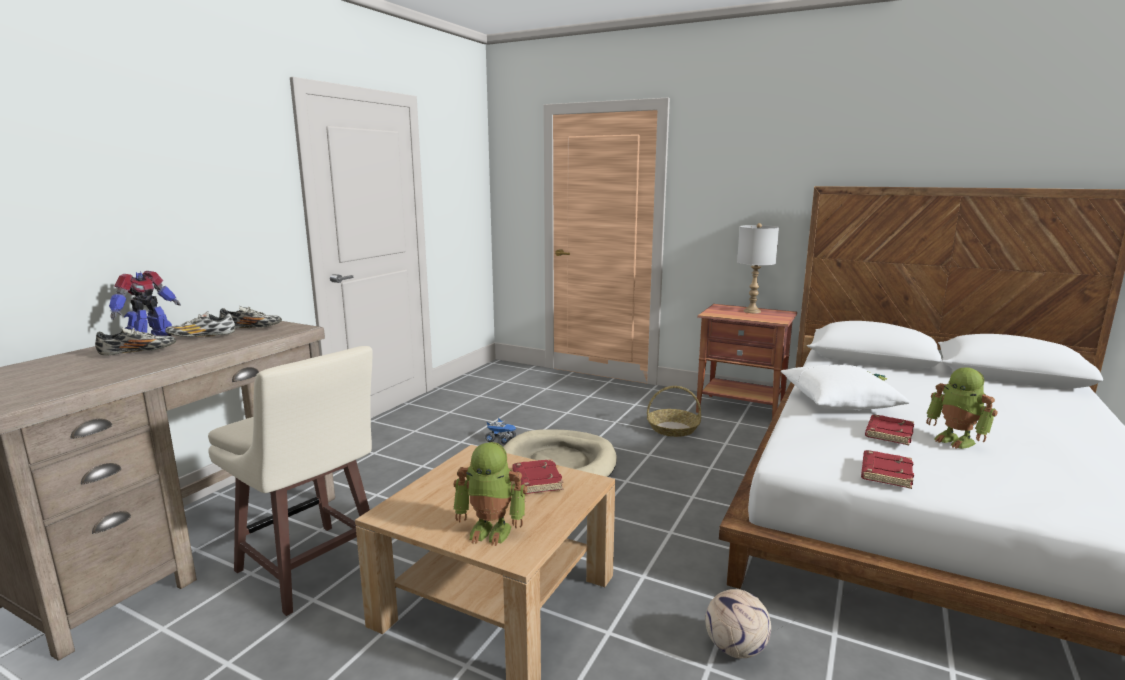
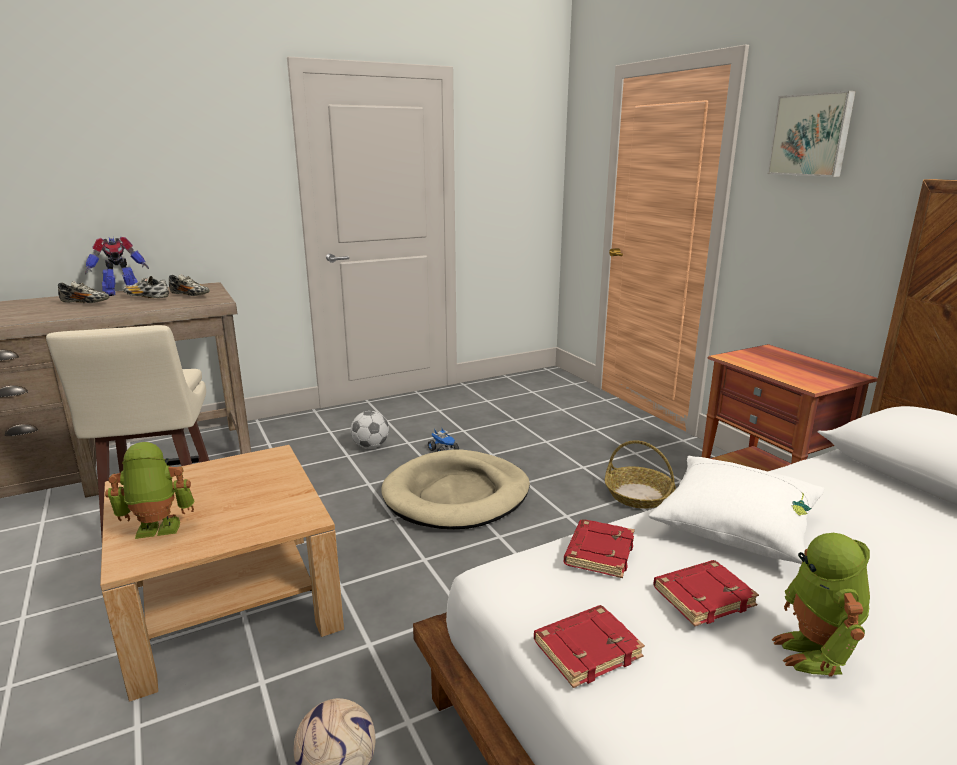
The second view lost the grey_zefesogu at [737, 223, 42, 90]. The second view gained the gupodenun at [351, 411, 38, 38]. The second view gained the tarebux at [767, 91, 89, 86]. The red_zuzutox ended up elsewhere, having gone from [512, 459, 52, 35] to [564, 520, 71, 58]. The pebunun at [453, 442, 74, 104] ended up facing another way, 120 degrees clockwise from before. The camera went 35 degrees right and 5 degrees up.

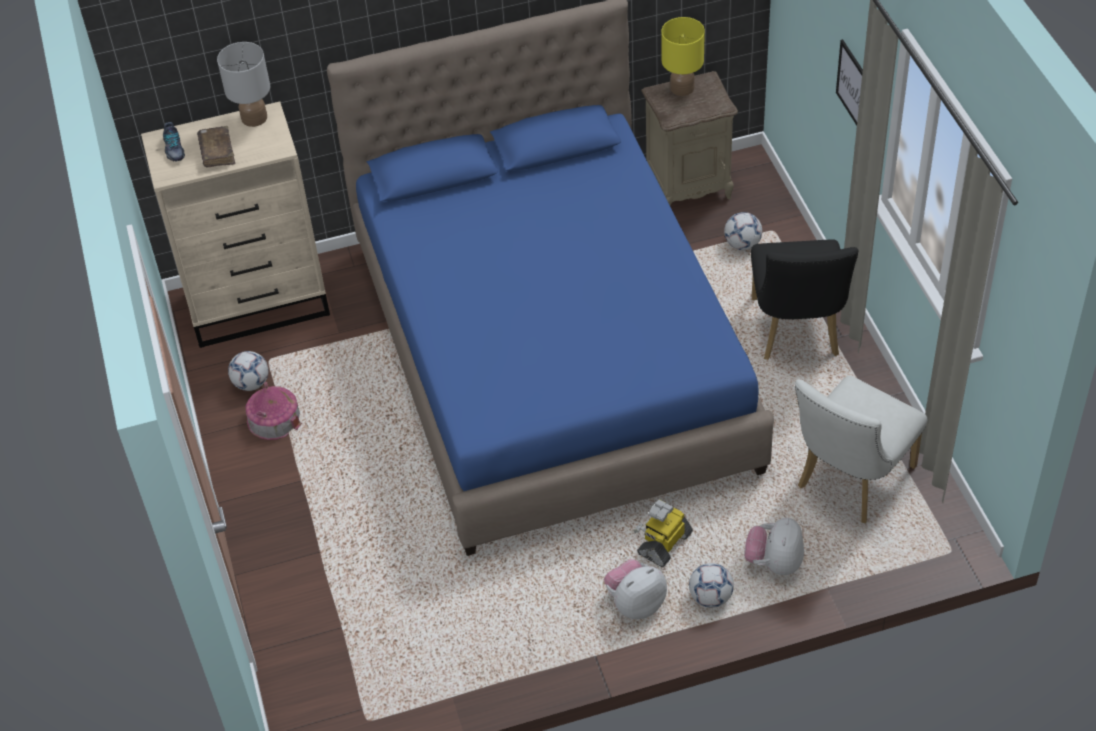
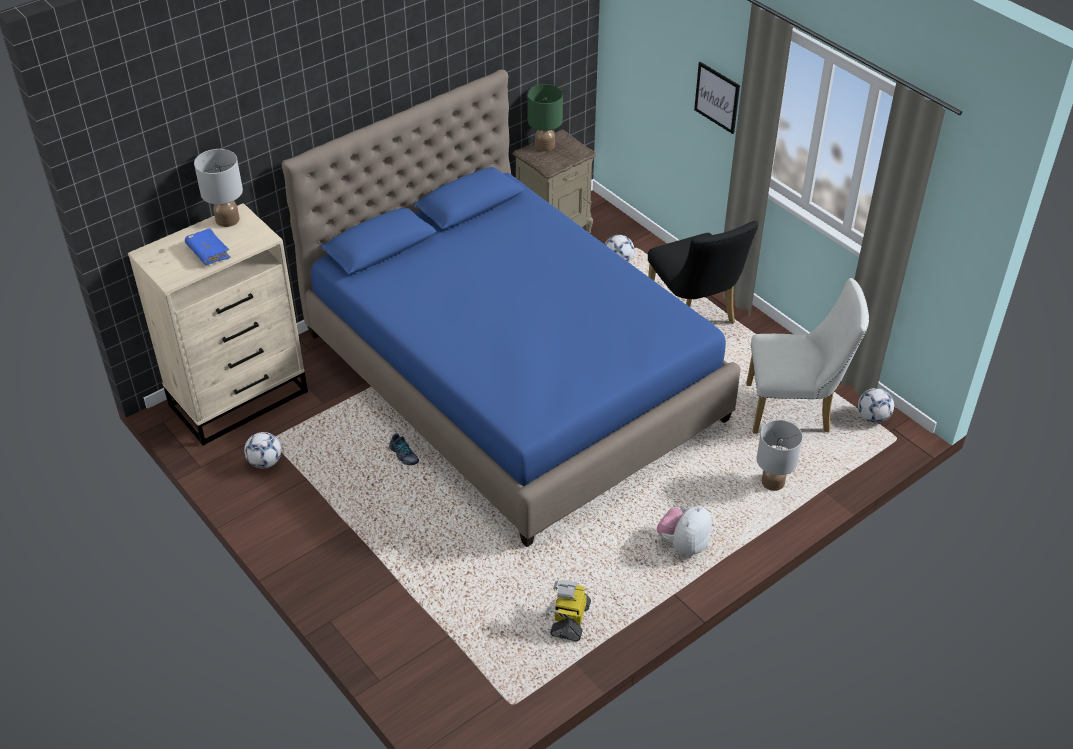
The second view lost the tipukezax at [246, 382, 57, 58]. The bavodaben ended up elsewhere, having gone from [163, 122, 22, 40] to [389, 433, 30, 32]. The pebunun ended up elsewhere, having gone from [634, 500, 59, 67] to [545, 580, 46, 61]. The gupodenun ended up elsewhere, having gone from [689, 563, 45, 45] to [858, 388, 36, 35]. Where the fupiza stood at [745, 518, 59, 57], the grey_zefesogu came to stand at [757, 420, 46, 71]. What was the brown_zuzutox at [197, 126, 38, 41] turned into the blue_zuzutox at [185, 229, 46, 36]. What was the yellow_zefesogu at [662, 17, 43, 79] turned into the green_zefesogu at [527, 84, 36, 67]. The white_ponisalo at [795, 376, 132, 147] ended up facing another way, 105 degrees counterclockwise from before. The camera went 25 degrees left and 5 degrees down.

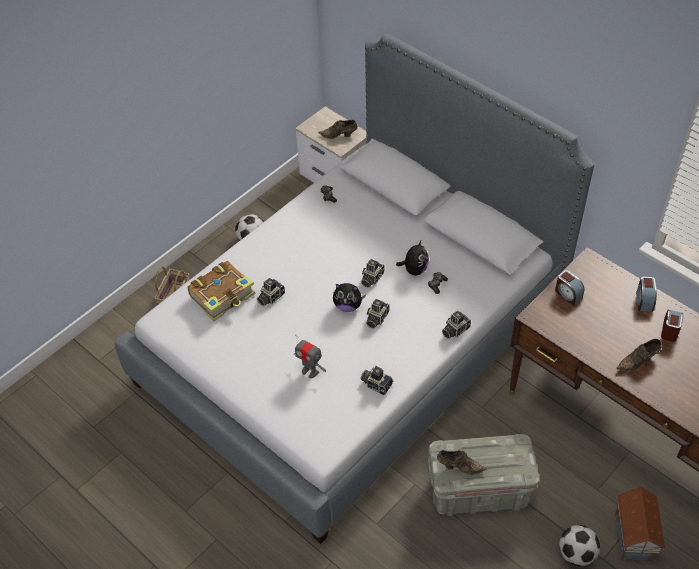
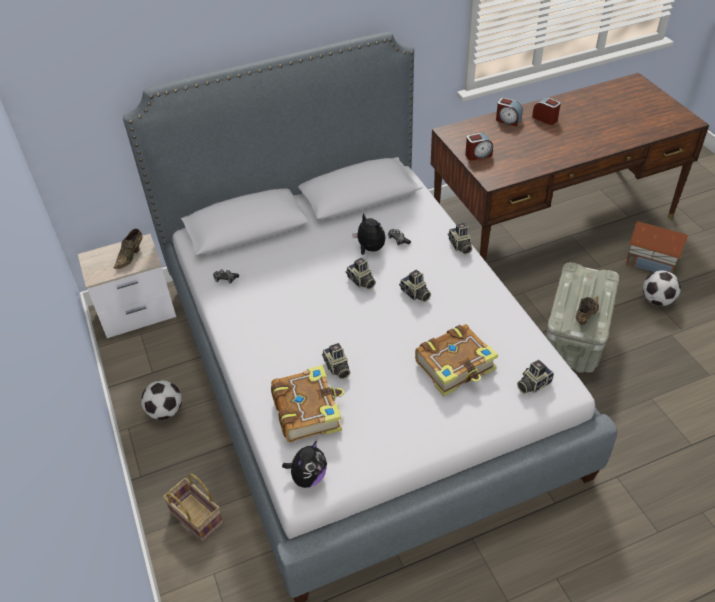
The second view lost the brown_bavodaben at [616, 339, 46, 33]. The fupiza ended up elsewhere, having gone from [333, 283, 33, 29] to [282, 441, 45, 47]. The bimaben ended up elsewhere, having gone from [361, 365, 33, 30] to [517, 360, 37, 34]. Where the pebunun stood at [294, 335, 32, 43], the zuzutox came to stand at [415, 324, 83, 73]. The camera went 65 degrees left and 5 degrees down.

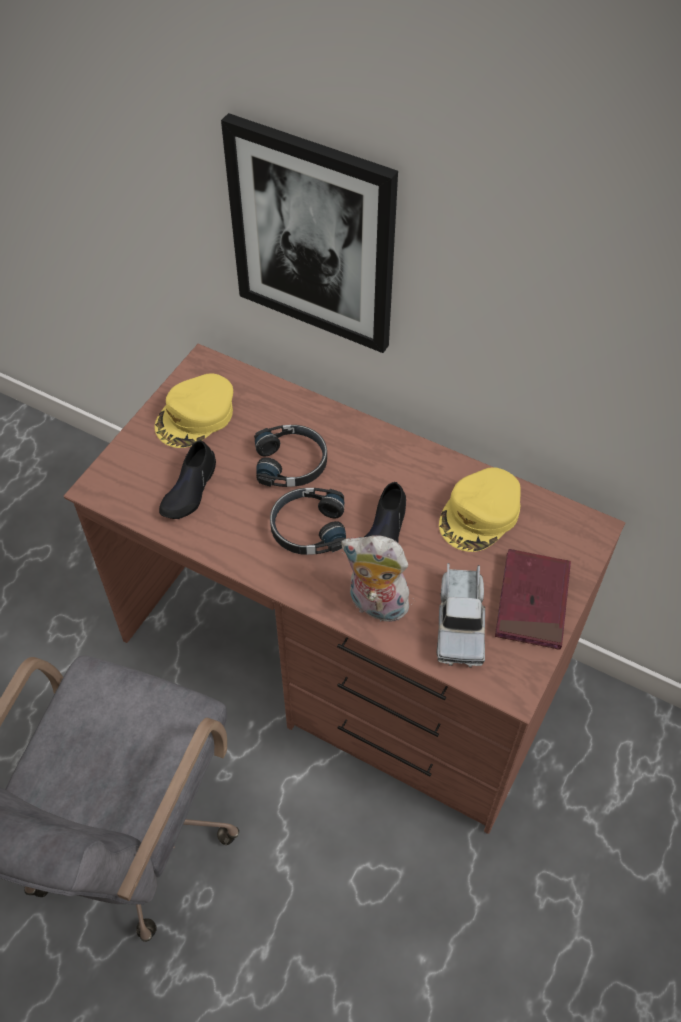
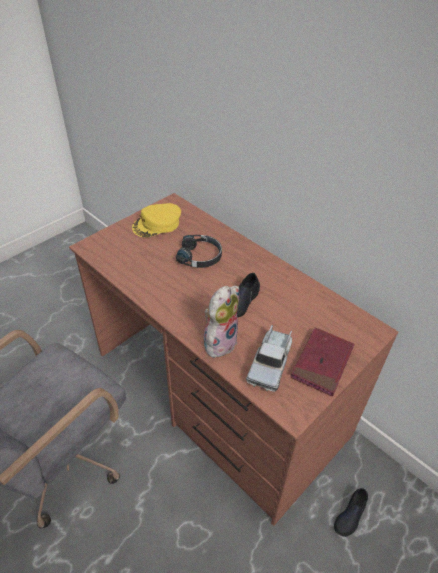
The second view lost the tarebux at [221, 113, 177, 240]. The second view lost the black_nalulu at [270, 488, 76, 67]. The second view lost the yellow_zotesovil at [439, 467, 82, 85]. The black_bavodaben ended up elsewhere, having gone from [159, 440, 57, 79] to [334, 488, 34, 49]. The fupiza at [341, 535, 71, 87] ended up facing another way, 90 degrees clockwise from before. The camera went 15 degrees right and 10 degrees down.

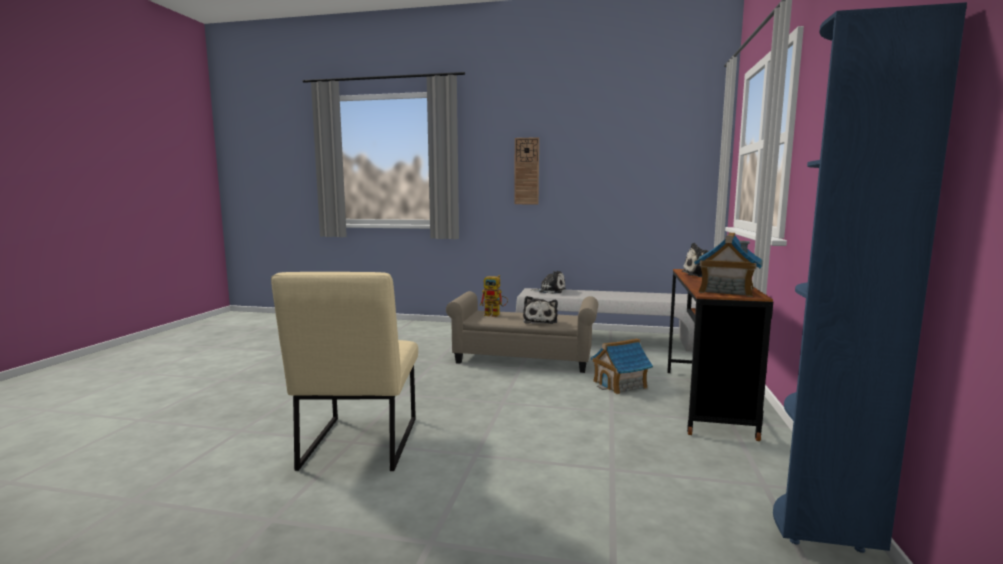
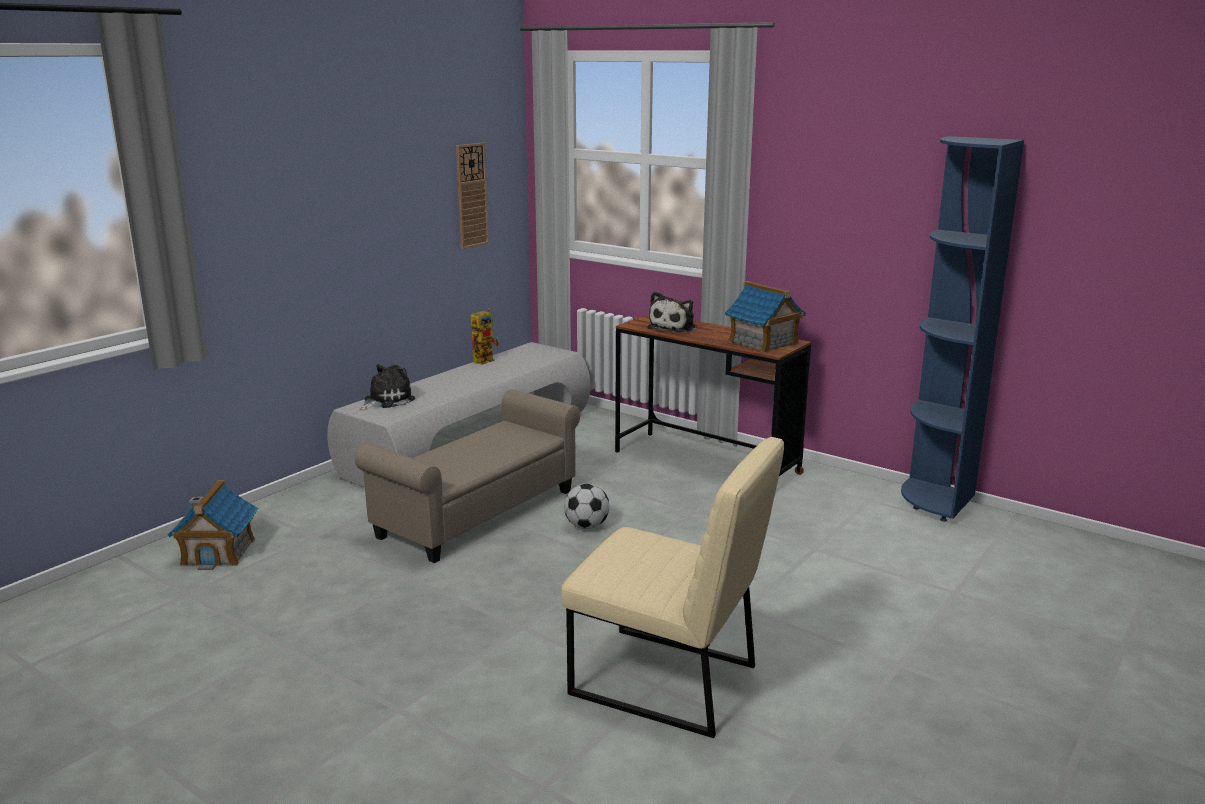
The second view lost the fupiza at [523, 296, 35, 28]. The second view gained the gupodenun at [564, 483, 45, 46]. The pebunun ended up elsewhere, having gone from [480, 275, 28, 42] to [471, 308, 29, 57]. The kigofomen ended up elsewhere, having gone from [514, 137, 25, 67] to [456, 143, 33, 106]. The tipukezax ended up elsewhere, having gone from [591, 338, 62, 56] to [167, 480, 91, 90]. The camera went 65 degrees left and 10 degrees up.

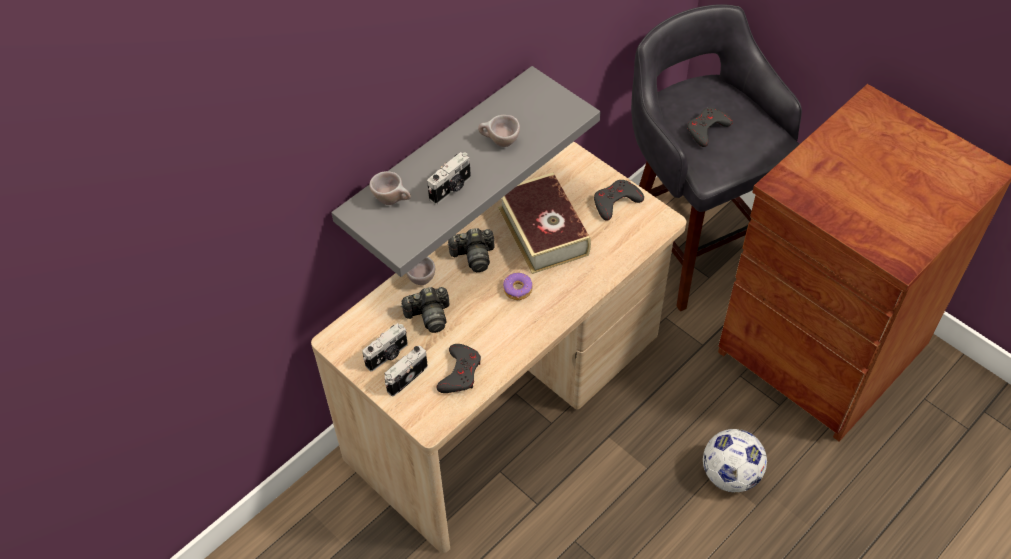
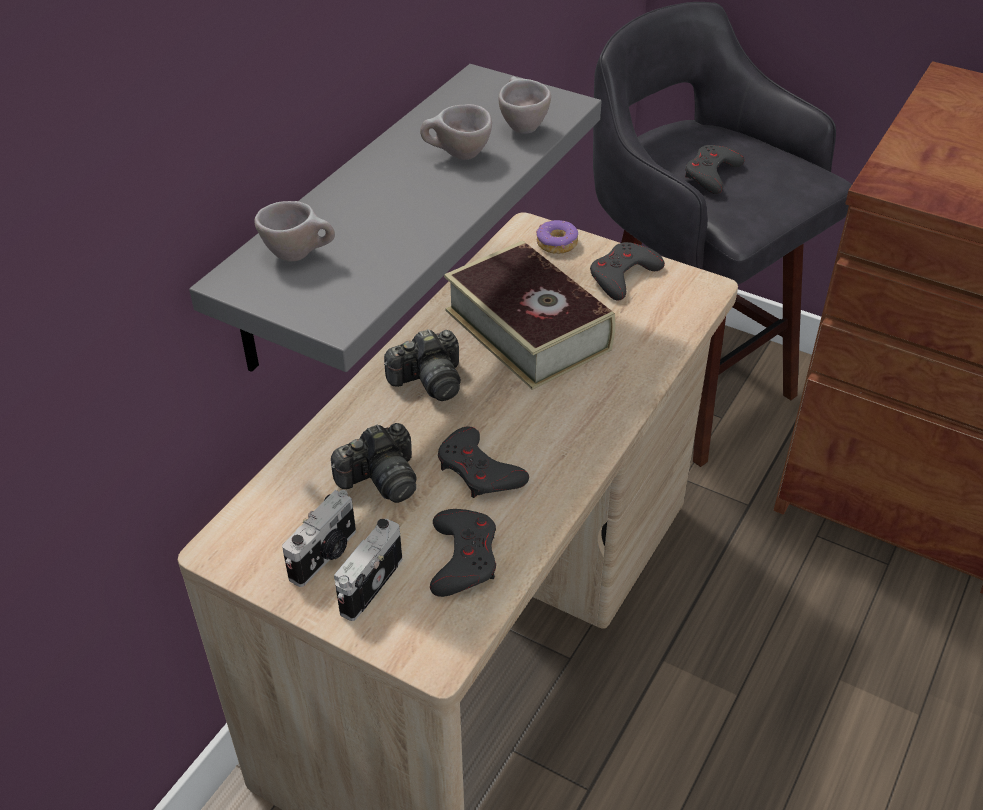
The second view lost the bimaben at [427, 152, 44, 52]. The second view lost the gupodenun at [703, 429, 64, 63]. The second view gained the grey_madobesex at [438, 426, 91, 72]. The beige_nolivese ended up elsewhere, having gone from [406, 257, 29, 28] to [499, 76, 52, 58]. The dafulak ended up elsewhere, having gone from [503, 273, 29, 27] to [536, 220, 42, 34]. The camera went 15 degrees left and 10 degrees down.

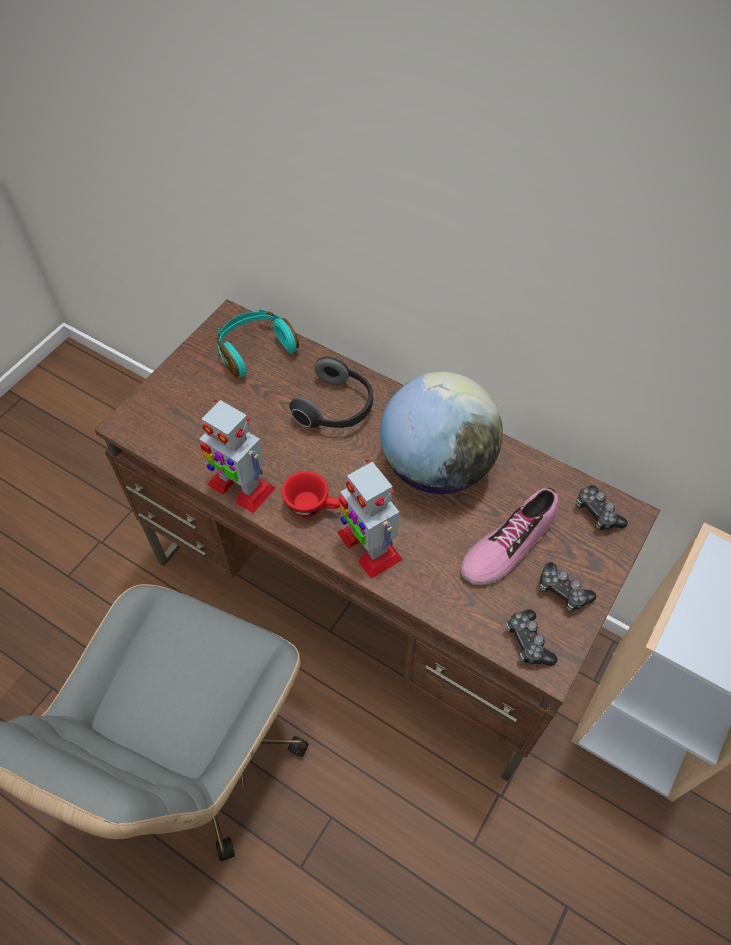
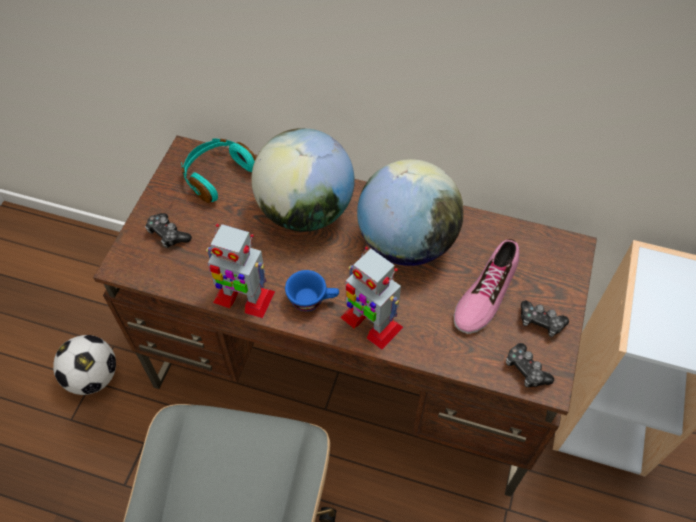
The second view gained the gupodenun at [53, 335, 63, 60]. The madobesex ended up elsewhere, having gone from [576, 485, 52, 45] to [145, 213, 47, 35]. Where the nalulu stood at [289, 357, 84, 71], the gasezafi came to stand at [251, 128, 104, 104]. What was the red_nolivese at [282, 471, 58, 46] turned into the blue_nolivese at [285, 270, 54, 41]. The camera went 15 degrees left and 0 degrees up.

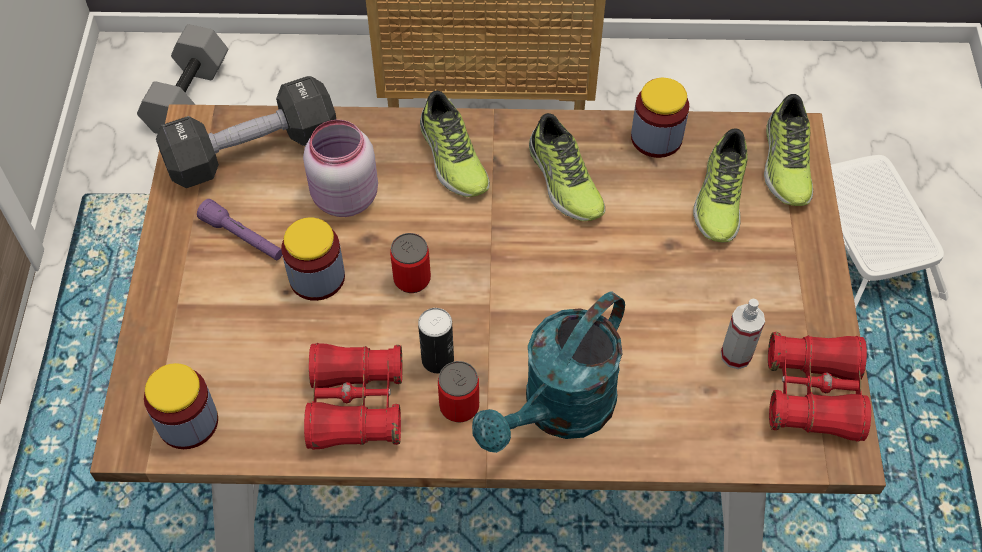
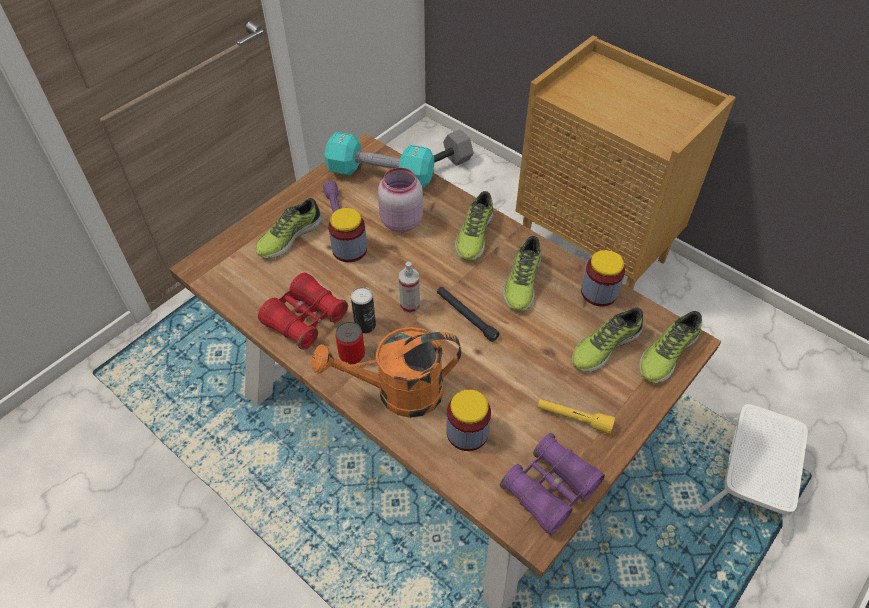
The second view lost the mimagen at [390, 233, 41, 60]. The second view gained the bavodaben at [256, 198, 67, 60]. The second view gained the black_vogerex at [437, 287, 63, 55]. The second view gained the yellow_vogerex at [537, 399, 78, 35]. The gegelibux ended up elsewhere, having gone from [144, 363, 74, 86] to [446, 389, 45, 62]. The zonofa ended up elsewhere, having gone from [721, 298, 44, 71] to [399, 261, 21, 53]. What was the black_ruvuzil at [156, 76, 181, 112] turned into the turquoise_ruvuzil at [324, 132, 110, 57]. What was the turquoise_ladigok at [472, 291, 153, 162] turned into the orange_ladigok at [311, 327, 150, 91]. What was the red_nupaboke at [768, 332, 103, 110] turned into the purple_nupaboke at [500, 433, 105, 102]. The camera went 40 degrees right and 5 degrees down.

